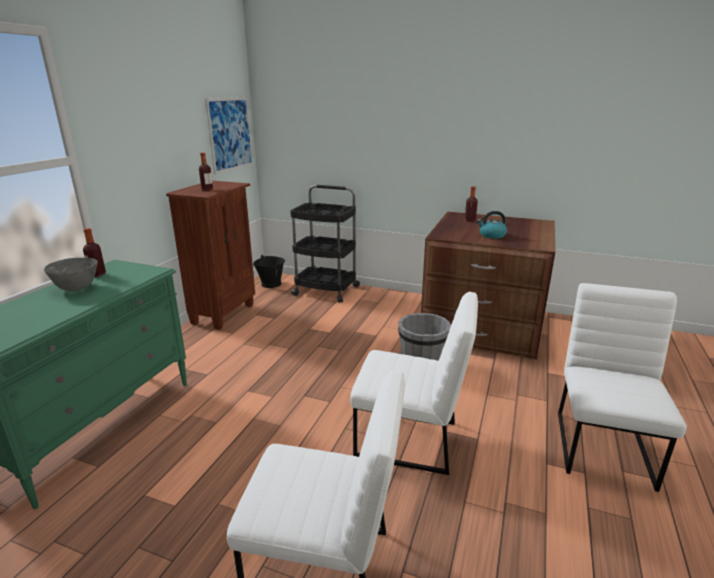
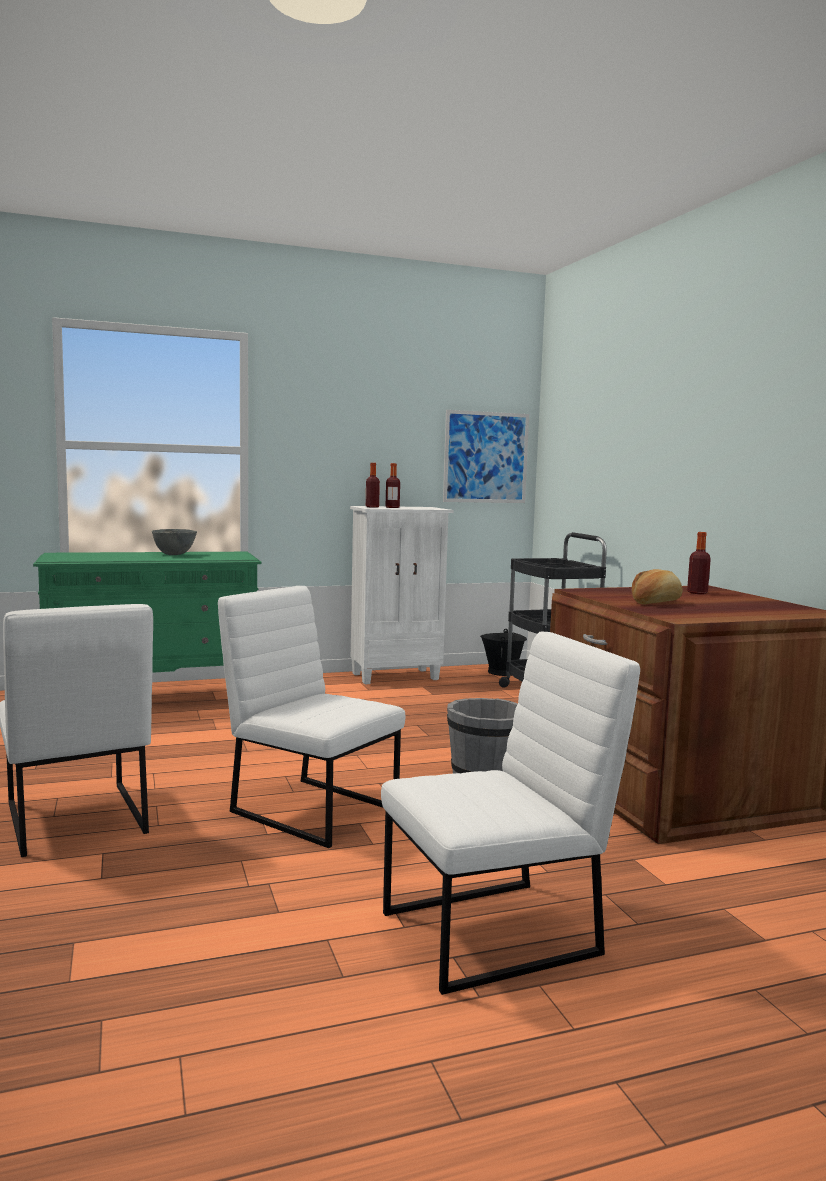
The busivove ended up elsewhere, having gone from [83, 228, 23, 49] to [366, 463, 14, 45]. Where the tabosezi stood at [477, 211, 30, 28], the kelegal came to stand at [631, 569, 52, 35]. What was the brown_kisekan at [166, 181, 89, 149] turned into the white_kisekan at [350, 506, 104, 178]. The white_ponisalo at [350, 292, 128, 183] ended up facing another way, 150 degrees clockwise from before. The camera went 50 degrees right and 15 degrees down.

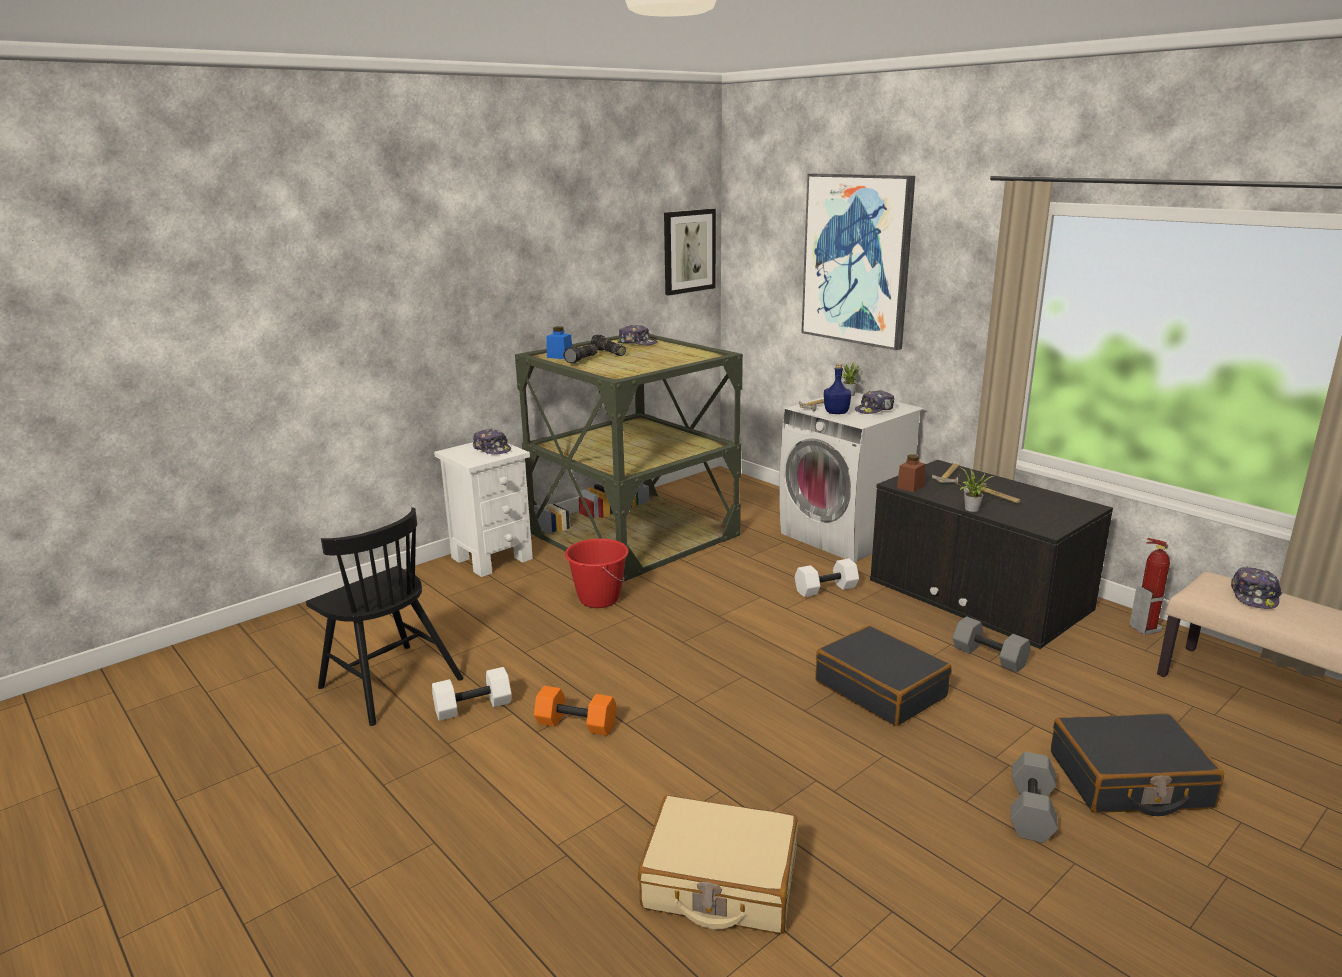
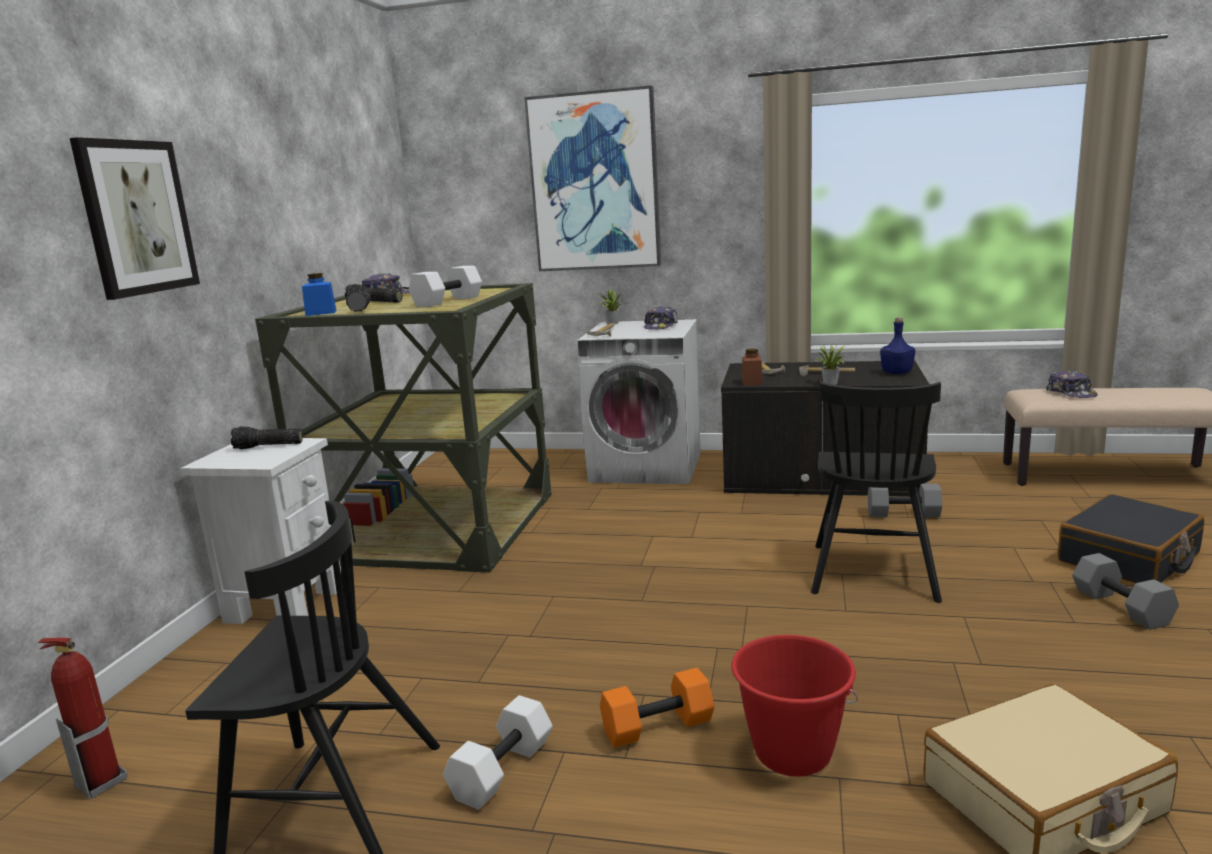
The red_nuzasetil ended up elsewhere, having gone from [565, 539, 64, 69] to [731, 635, 127, 142]. The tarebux ended up elsewhere, having gone from [664, 209, 52, 87] to [70, 137, 130, 163]. The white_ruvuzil ended up elsewhere, having gone from [795, 559, 64, 38] to [409, 266, 73, 41]. The blue_busivove ended up elsewhere, having gone from [824, 364, 27, 50] to [880, 317, 35, 57]. The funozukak ended up elsewhere, having gone from [1129, 538, 41, 97] to [38, 637, 89, 162]. Where the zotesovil stood at [473, 429, 38, 26], the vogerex came to stand at [231, 426, 72, 23]. Where the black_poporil stood at [815, 625, 137, 101], the black_ponisalo came to stand at [811, 382, 131, 221]. The camera went 35 degrees left and 5 degrees down.

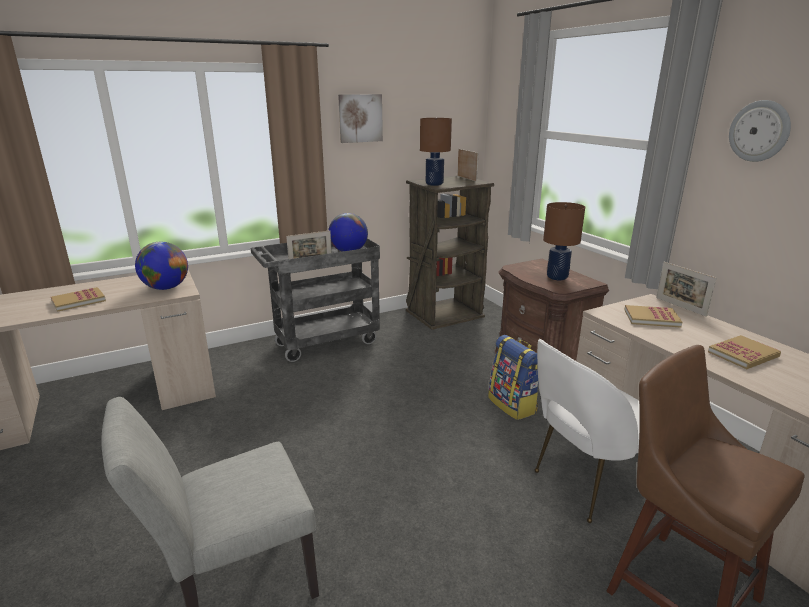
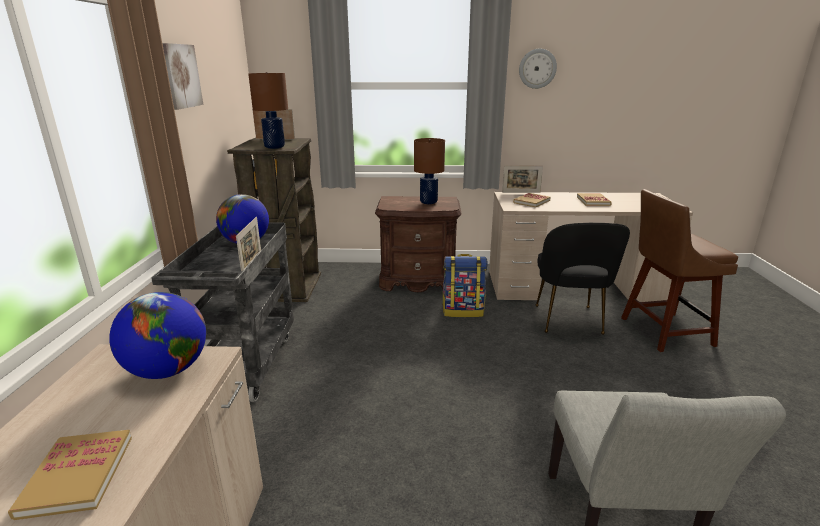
What was the white_ponisalo at [535, 339, 105, 184] turned into the black_ponisalo at [536, 223, 94, 112]. The camera went 60 degrees left and 0 degrees up.

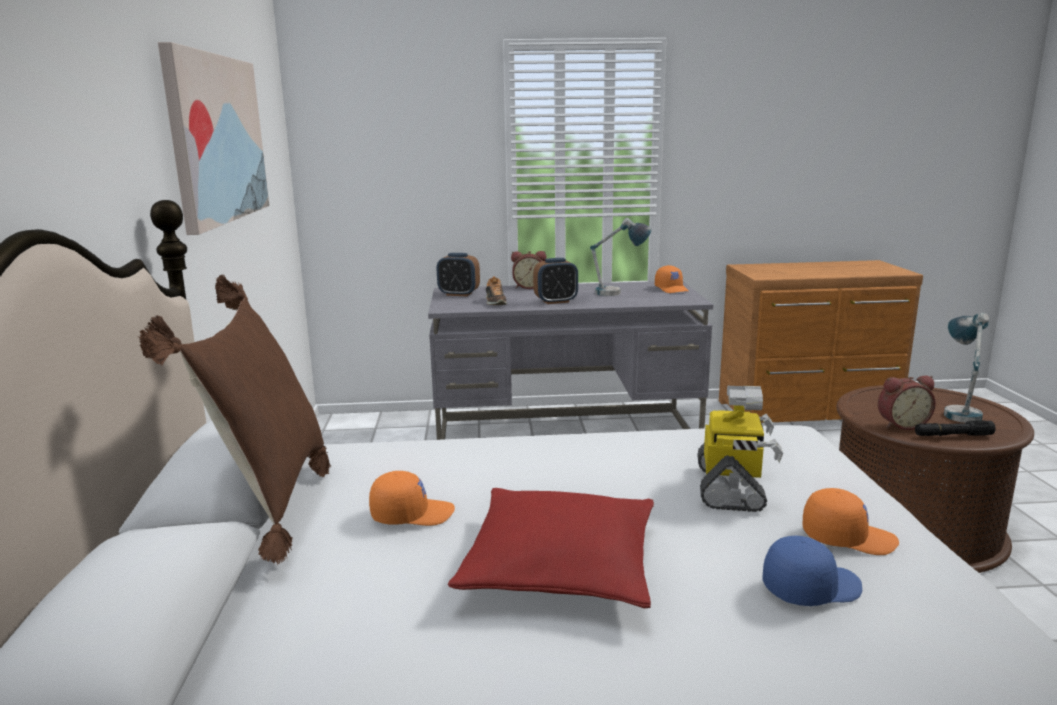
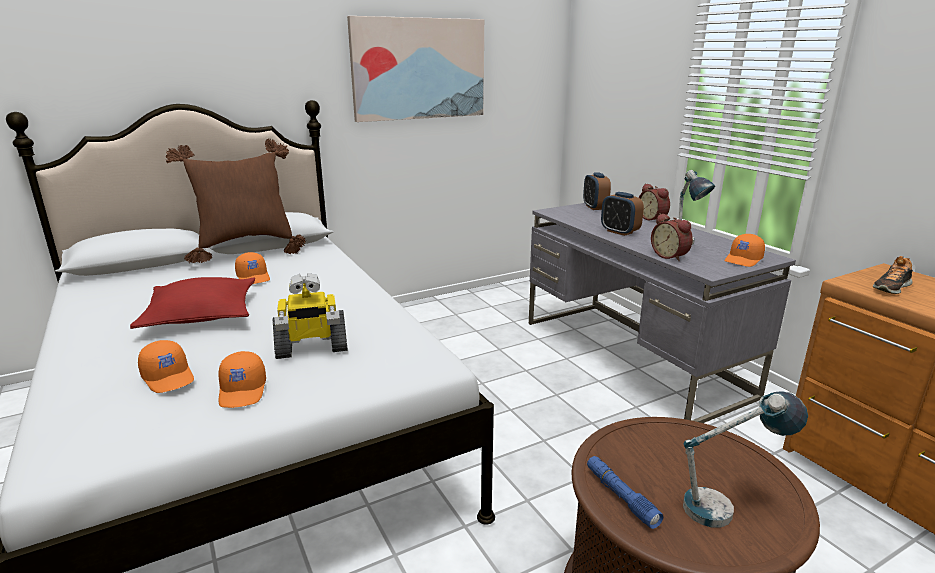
The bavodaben ended up elsewhere, having gone from [486, 276, 21, 29] to [873, 256, 40, 38]. The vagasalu ended up elsewhere, having gone from [878, 376, 58, 54] to [651, 213, 42, 48]. What was the blue_zotesovil at [762, 536, 100, 70] turned into the orange_zotesovil at [138, 340, 56, 53]. What was the black_vogerex at [915, 420, 81, 16] turned into the blue_vogerex at [587, 456, 76, 73]. The camera went 65 degrees right and 5 degrees up.

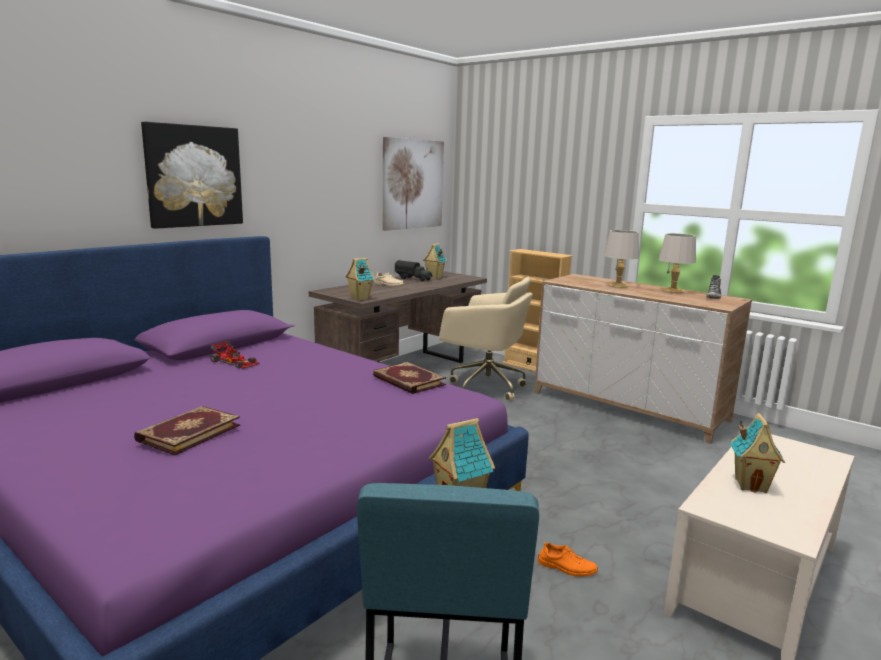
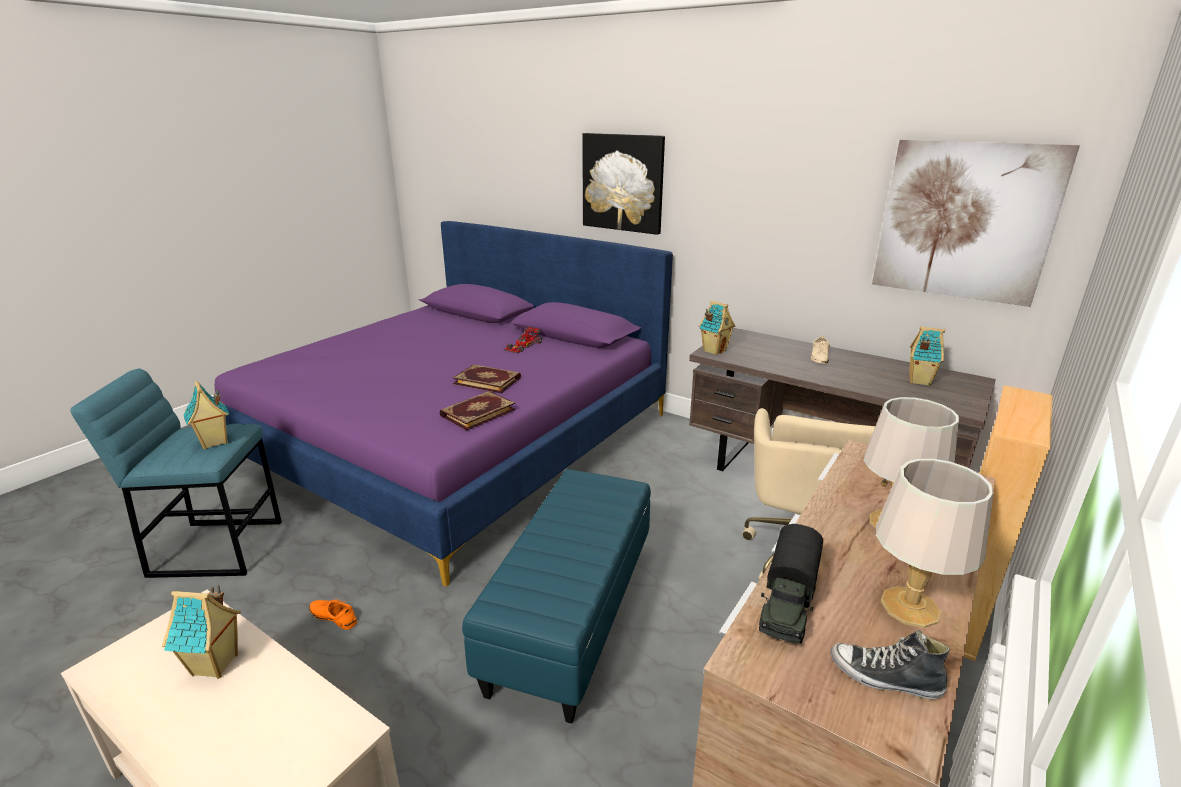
The second view gained the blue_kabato at [462, 469, 189, 255]. The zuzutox ended up elsewhere, having gone from [134, 406, 106, 49] to [452, 364, 69, 29]. The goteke ended up elsewhere, having gone from [394, 260, 39, 22] to [759, 524, 64, 120]. The orange_bavodaben at [537, 543, 61, 34] ended up facing another way, 105 degrees clockwise from before. The camera went 85 degrees right and 10 degrees up.

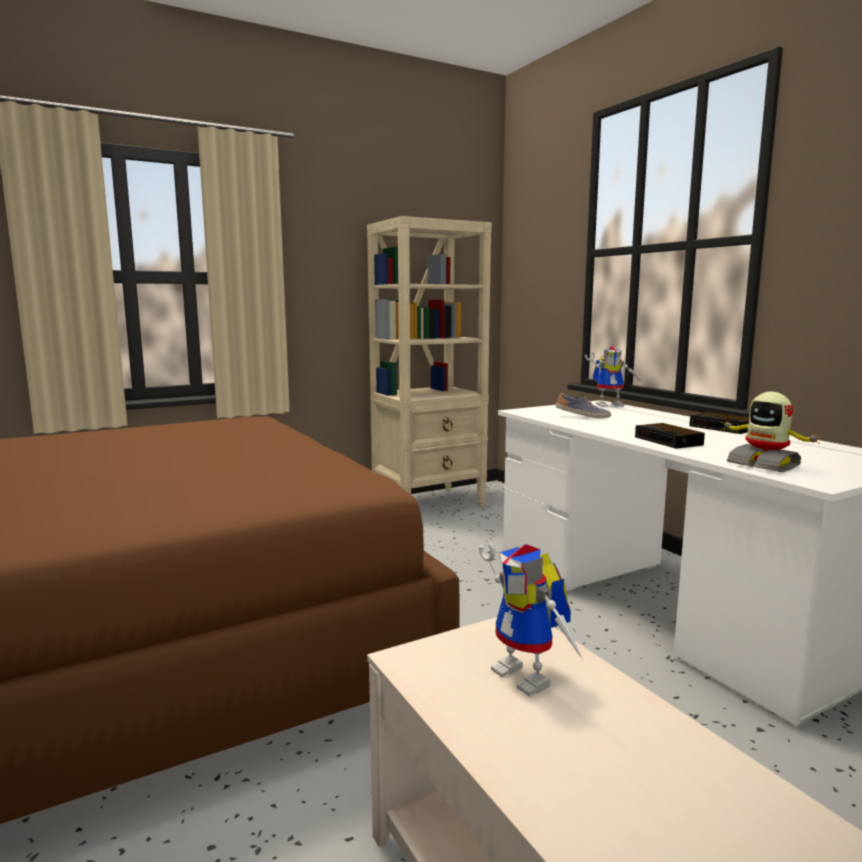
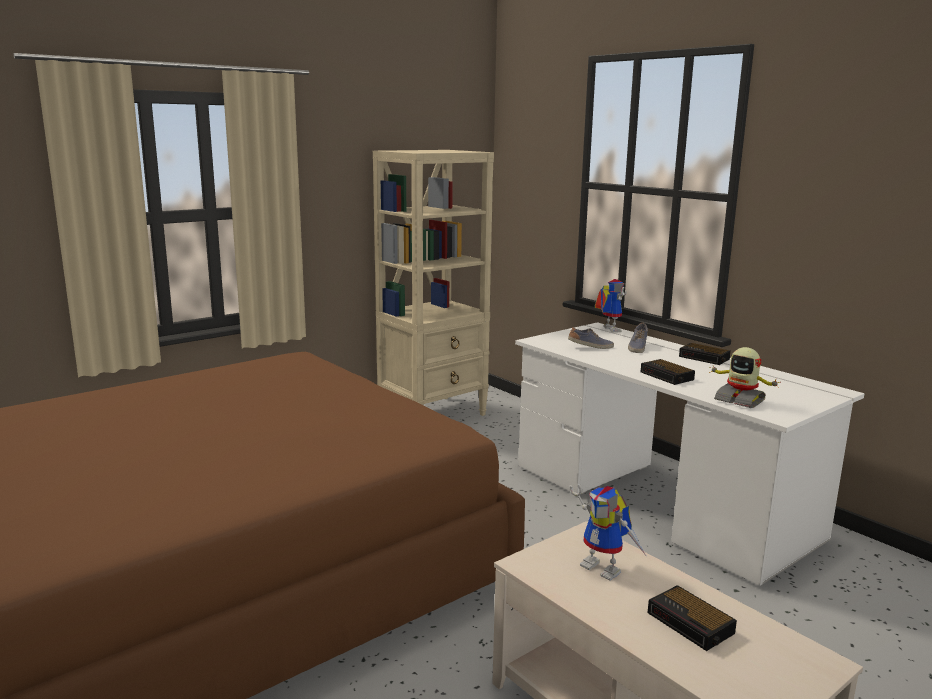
The second view gained the bavodaben at [628, 323, 20, 30]. The second view gained the vagasalu at [648, 585, 89, 66]. The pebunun at [585, 346, 57, 61] ended up facing another way, 90 degrees counterclockwise from before. The camera went 10 degrees left and 5 degrees up.

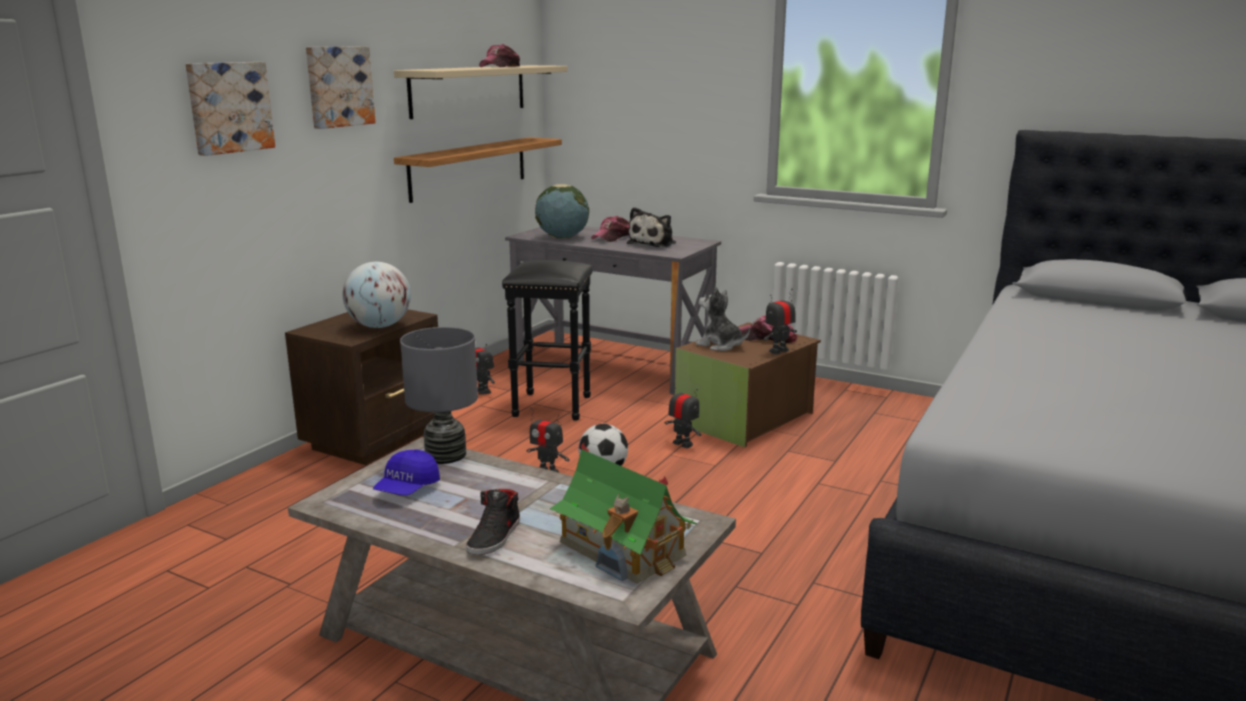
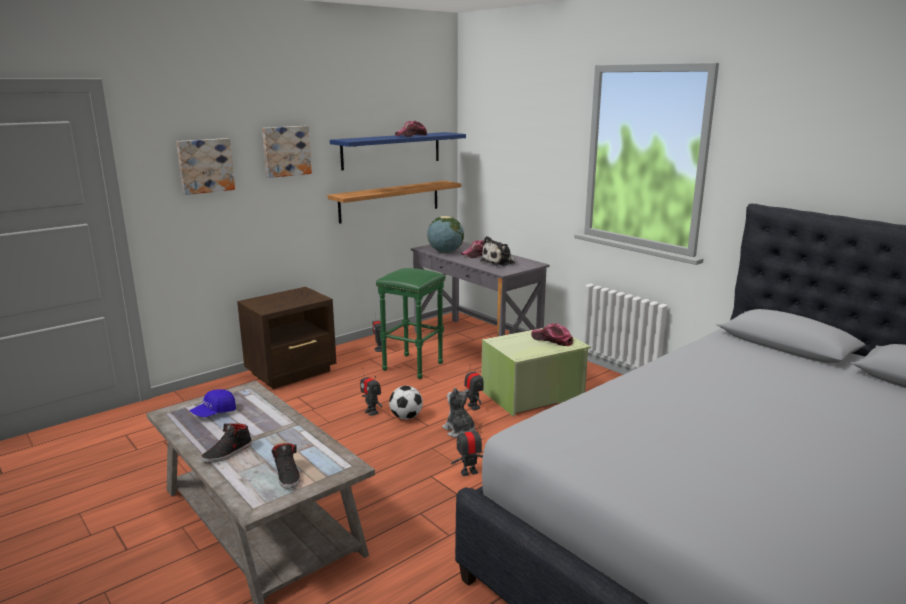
The second view lost the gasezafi at [343, 262, 68, 66]. The second view lost the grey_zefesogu at [400, 327, 78, 137]. The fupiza ended up elsewhere, having gone from [696, 286, 54, 65] to [442, 388, 33, 50]. The pebunun ended up elsewhere, having gone from [764, 289, 33, 65] to [451, 423, 32, 53]. Where the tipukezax stood at [550, 442, 147, 142], the black_bavodaben came to stand at [271, 443, 29, 46]. What was the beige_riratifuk at [394, 65, 174, 54] turned into the blue_riratifuk at [330, 132, 136, 38]. What was the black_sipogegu at [502, 260, 91, 161] turned into the green_sipogegu at [376, 268, 69, 111]. What was the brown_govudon at [674, 322, 147, 125] turned into the green_govudon at [482, 328, 109, 89]. The camera went 20 degrees right and 0 degrees up.

